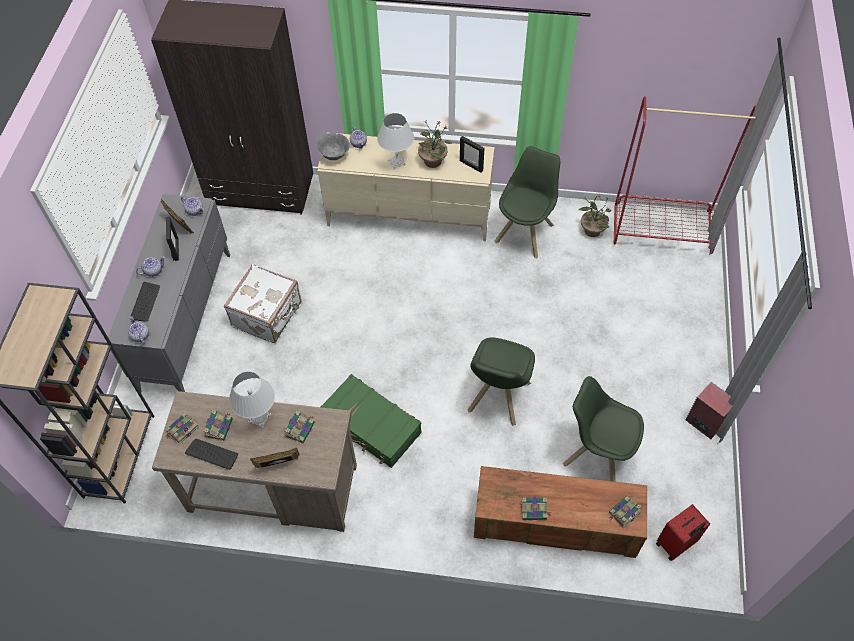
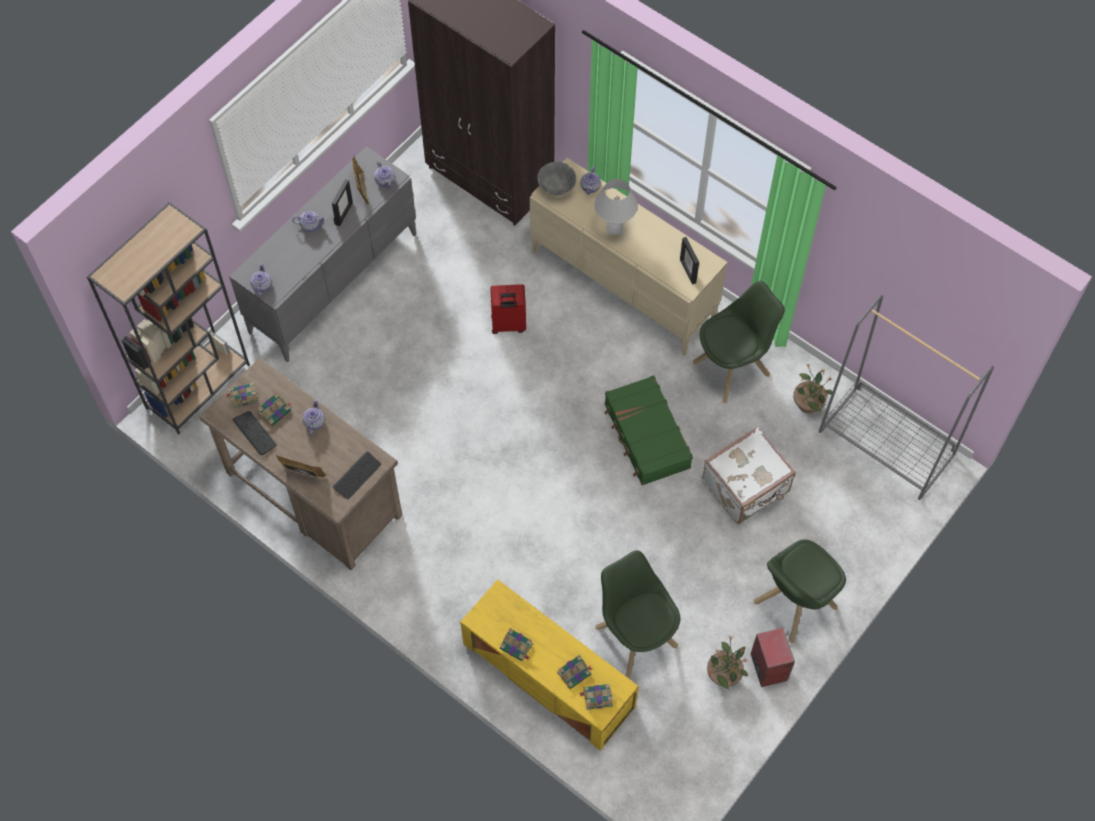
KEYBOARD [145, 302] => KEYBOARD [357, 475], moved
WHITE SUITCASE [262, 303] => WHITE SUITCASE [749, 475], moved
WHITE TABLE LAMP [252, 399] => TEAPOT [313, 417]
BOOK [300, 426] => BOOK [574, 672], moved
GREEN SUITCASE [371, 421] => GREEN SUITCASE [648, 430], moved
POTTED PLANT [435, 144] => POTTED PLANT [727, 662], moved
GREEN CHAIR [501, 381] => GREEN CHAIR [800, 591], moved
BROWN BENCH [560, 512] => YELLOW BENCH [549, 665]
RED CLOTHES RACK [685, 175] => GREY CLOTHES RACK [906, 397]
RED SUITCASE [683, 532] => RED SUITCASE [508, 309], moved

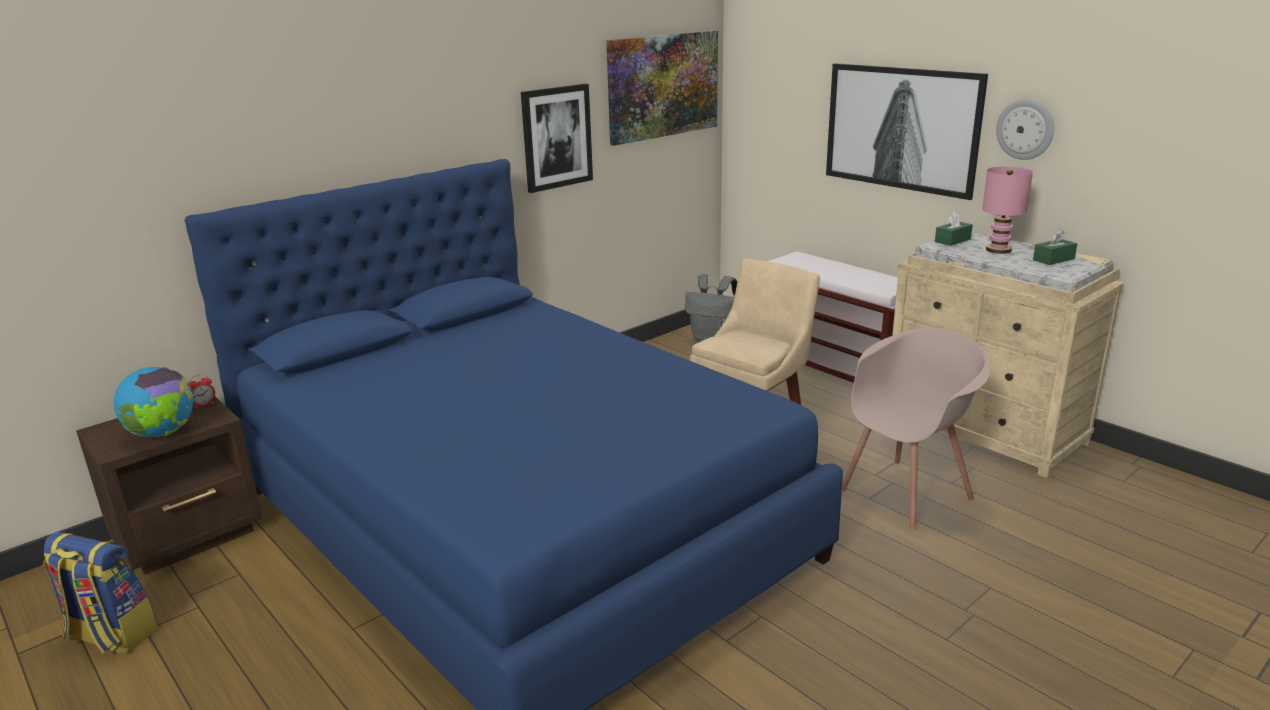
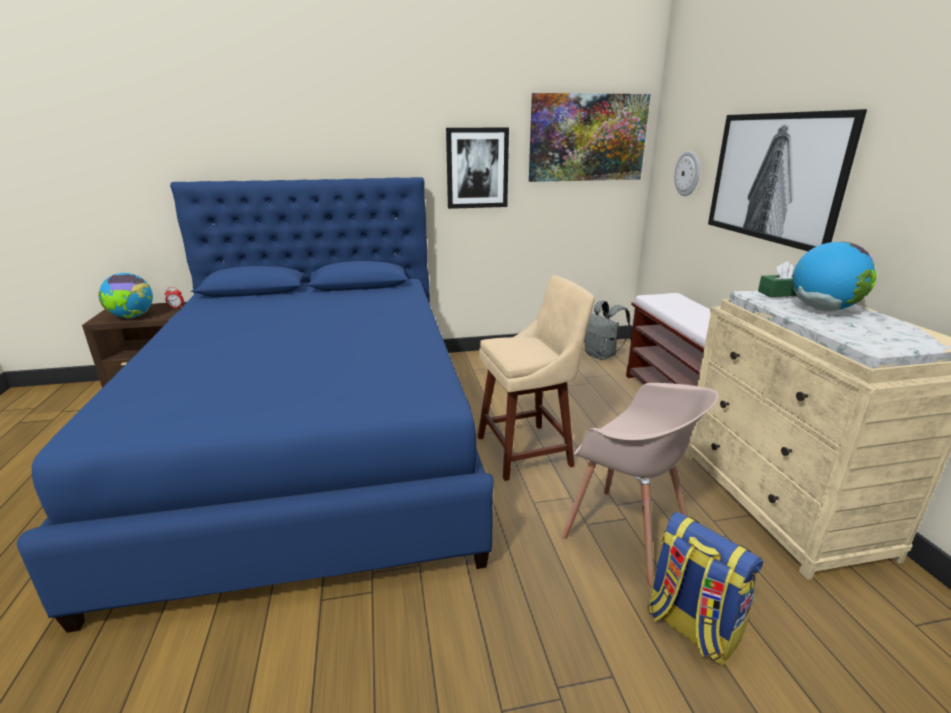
BACKPACK [100, 593] => BACKPACK [705, 589], moved
BEIGE CHAIR [916, 429] => BEIGE CHAIR [640, 484], 45 degrees clockwise
PINK TABLE LAMP [1007, 210] => GLOBE [835, 276]
WALL CLOCK [1025, 129] => WALL CLOCK [687, 173], moved
GREEN TISSUE BOX [1055, 247] => nothing

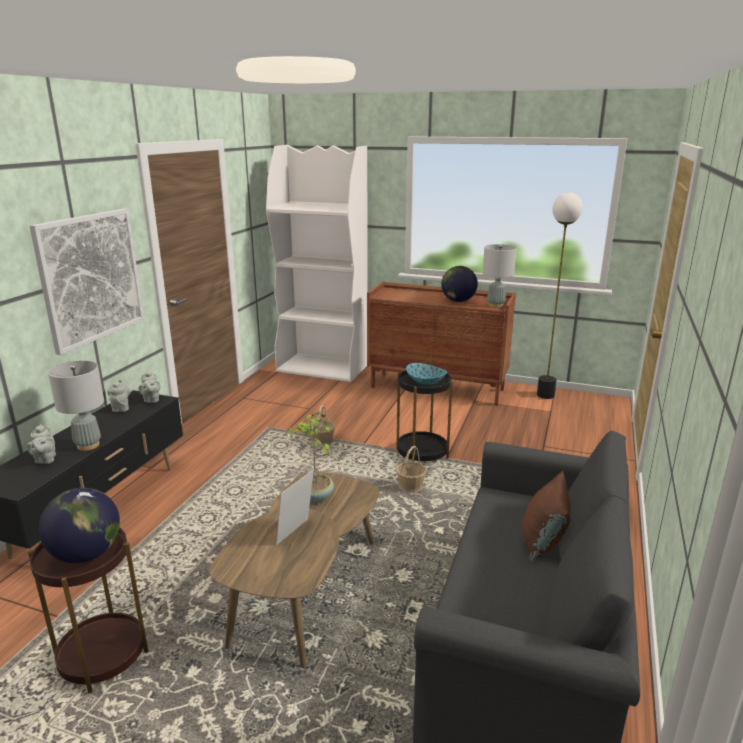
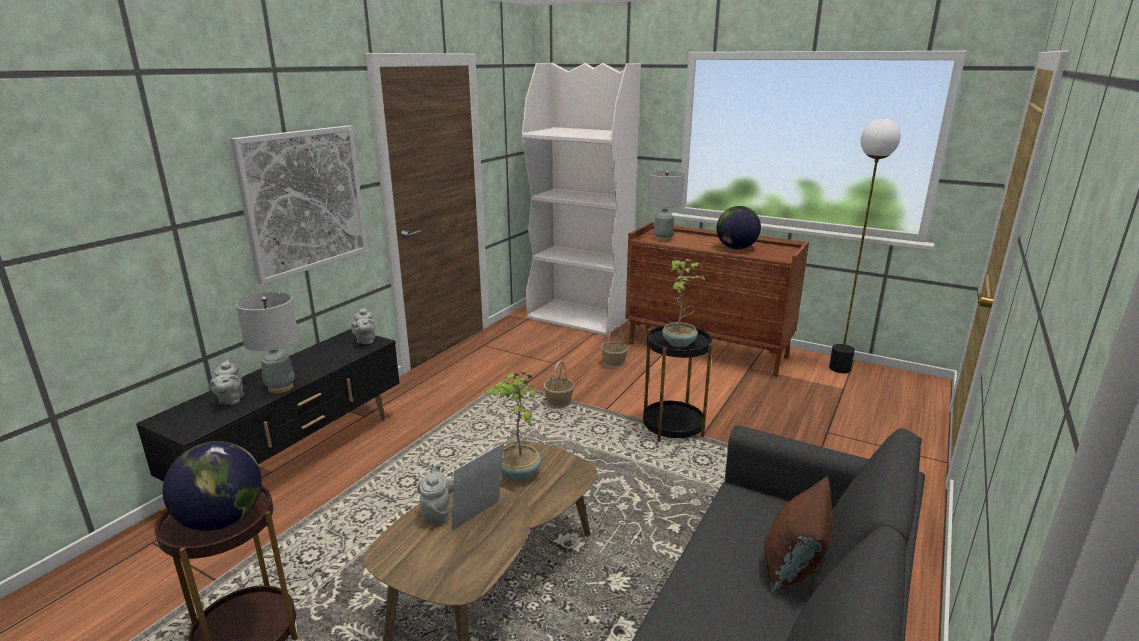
GREY TEAPOT [118, 395] => GREY TEAPOT [435, 493], moved
BASKET [411, 469] => BASKET [614, 347], moved
BOWL [426, 374] => POTTED PLANT [685, 303]
GREY TABLE LAMP [500, 276] => GREY TABLE LAMP [666, 206], moved

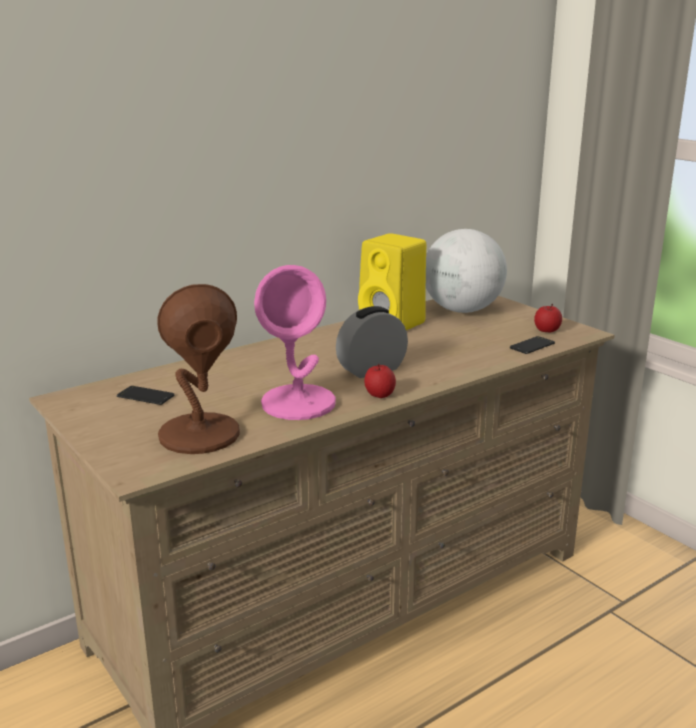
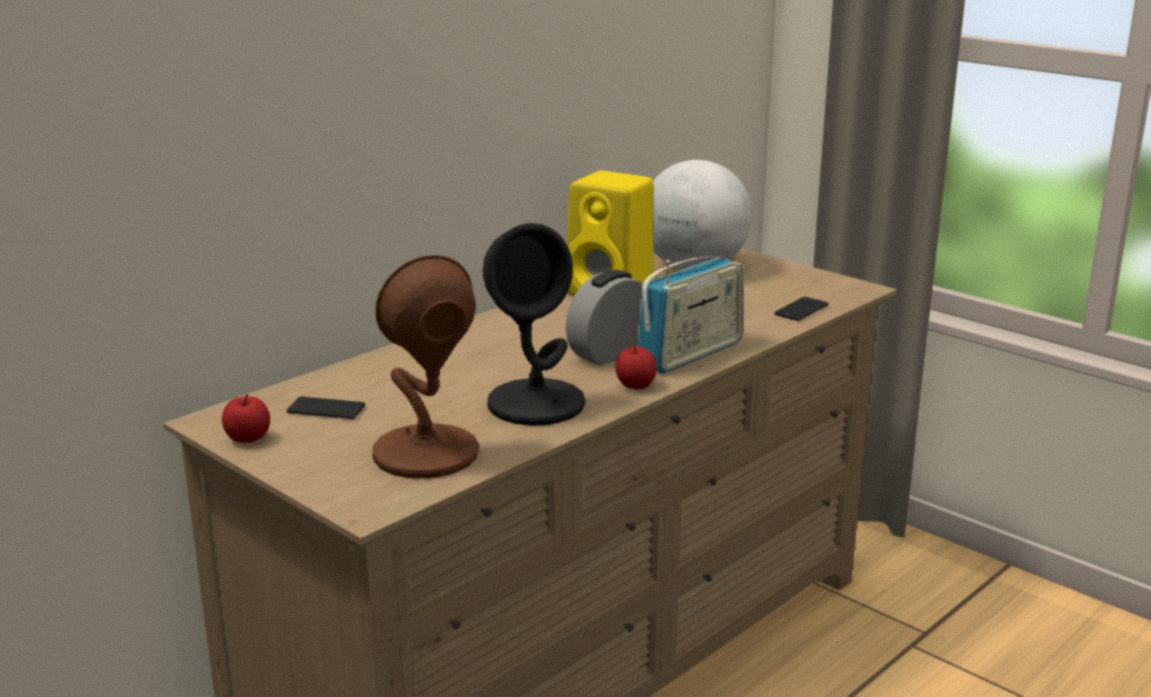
PINK TABLE LAMP [295, 342] => BLACK TABLE LAMP [534, 324]
APPLE [548, 318] => APPLE [246, 418], moved
nothing => RADIO [690, 315]

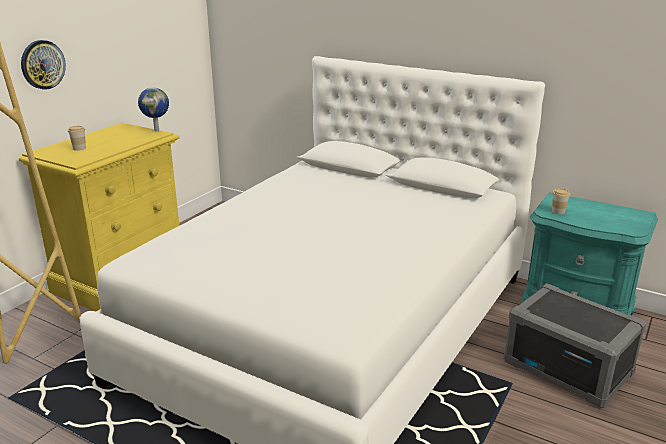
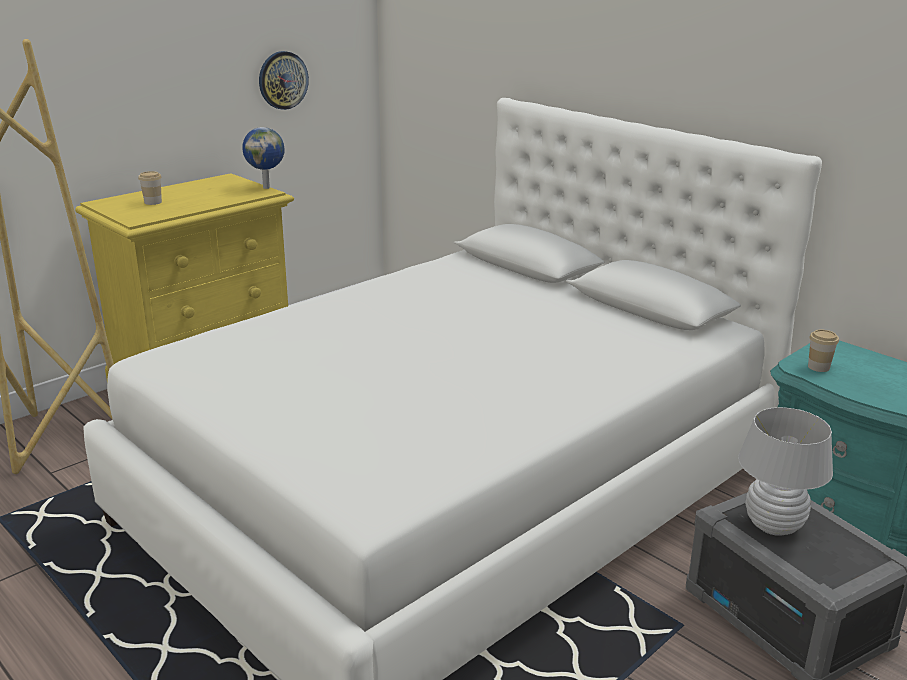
WALL CLOCK [43, 64] => WALL CLOCK [284, 80], moved
nothing => WHITE TABLE LAMP [785, 471]

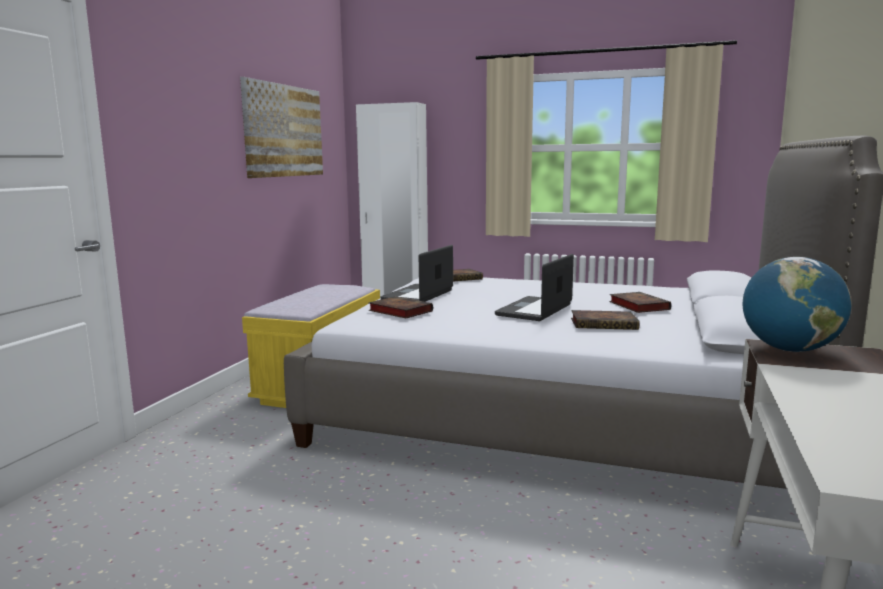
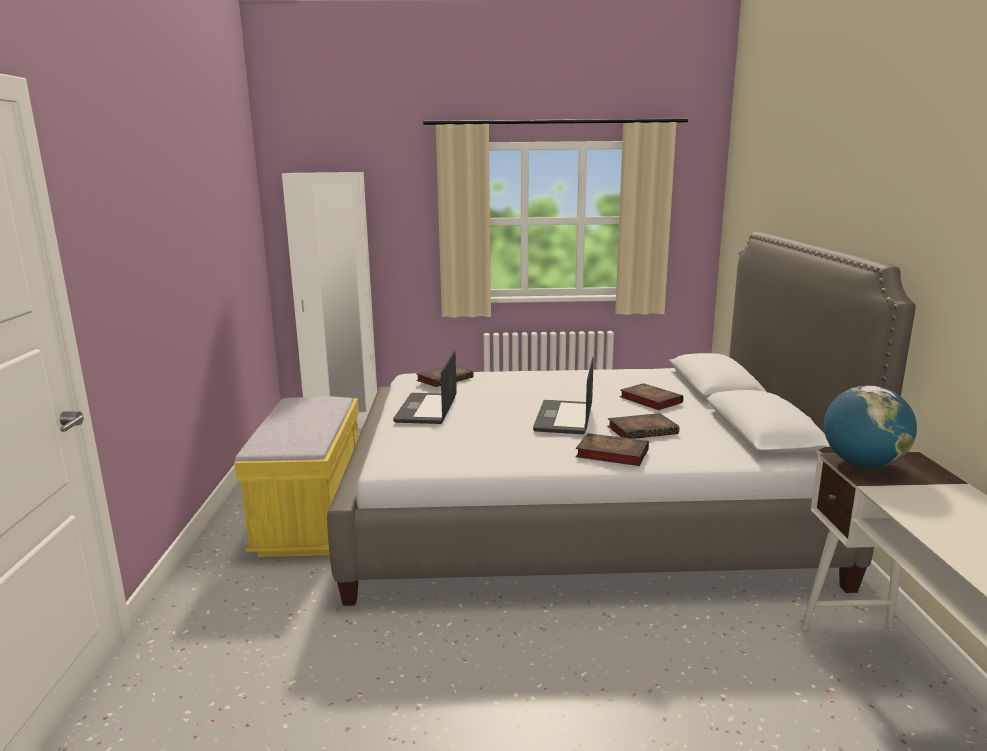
PICTURE [281, 127] => nothing
BOOK [401, 307] => BOOK [612, 449], moved

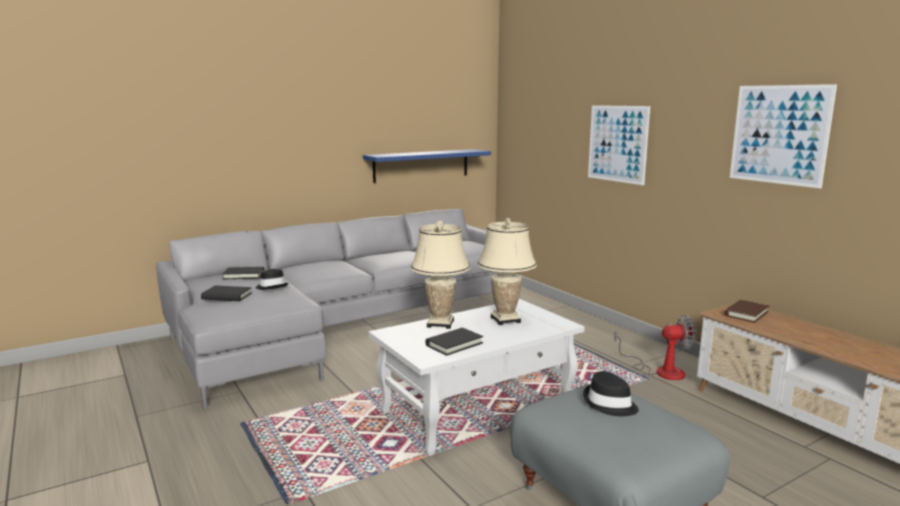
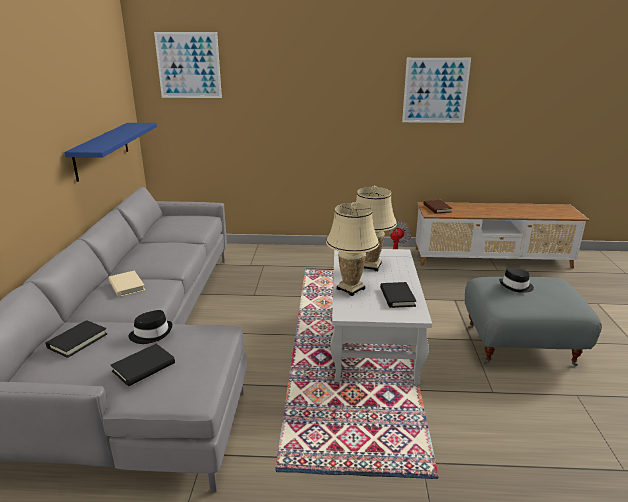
PICTURE [619, 145] => PICTURE [188, 65], moved
nothing => BEIGE BOOK [127, 284]

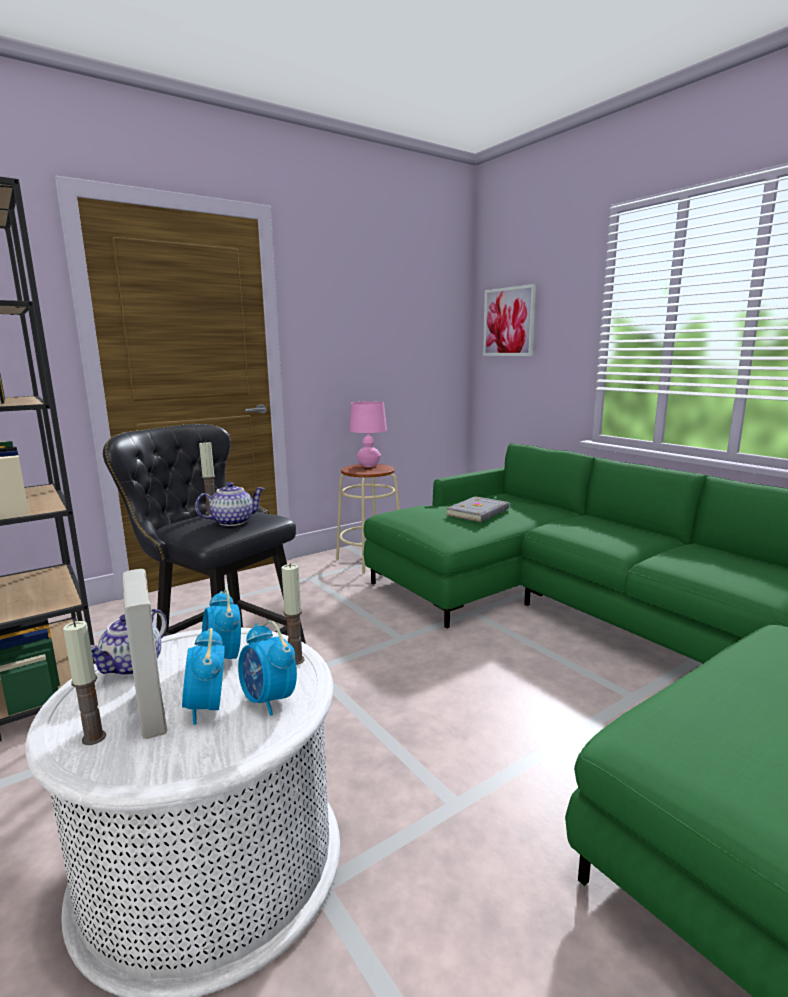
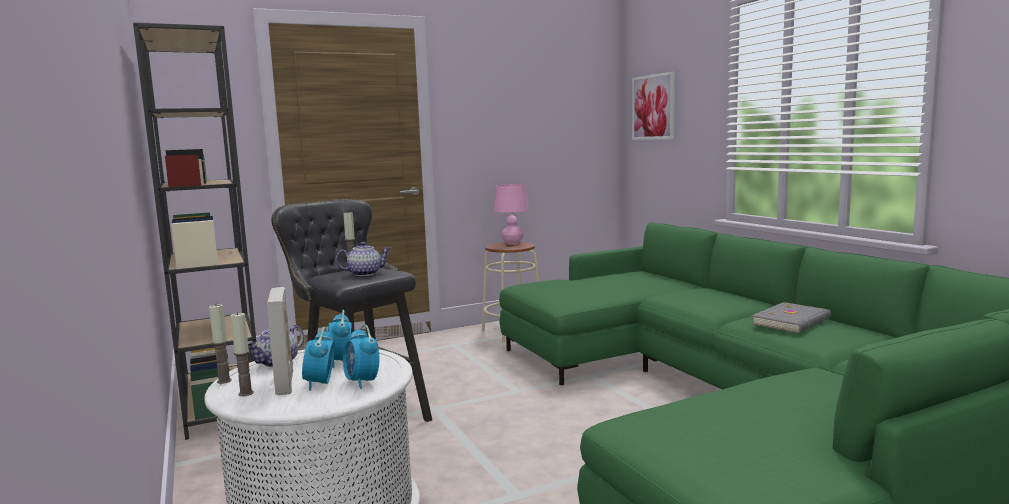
CANDLE [293, 614] => CANDLE [220, 344], moved
GREY BOOK [478, 509] => GREY BOOK [791, 317], moved

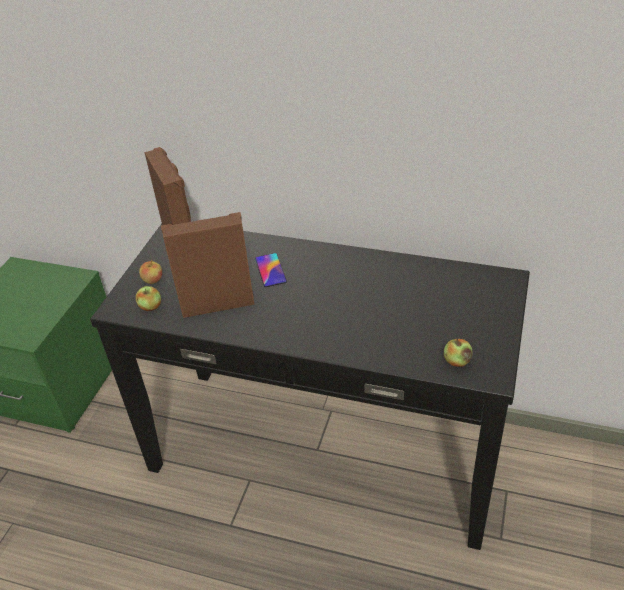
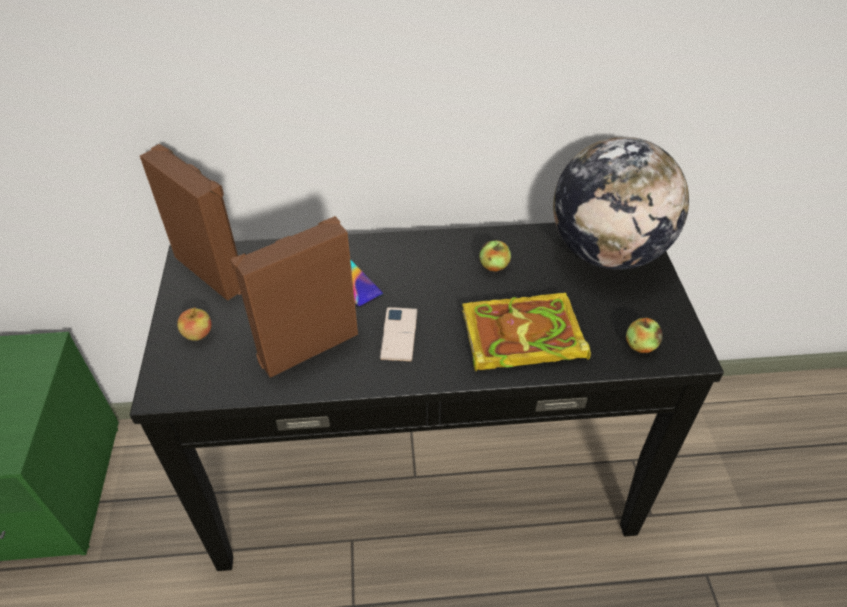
APPLE [148, 298] => APPLE [495, 256], moved
nothing => PHONE [398, 334]
nothing => BOOK [526, 332]
nothing => GLOBE [621, 203]

